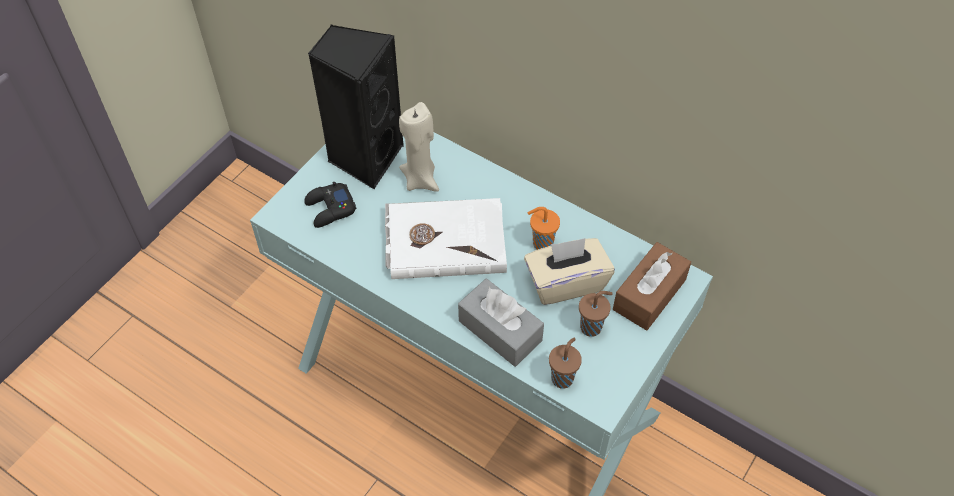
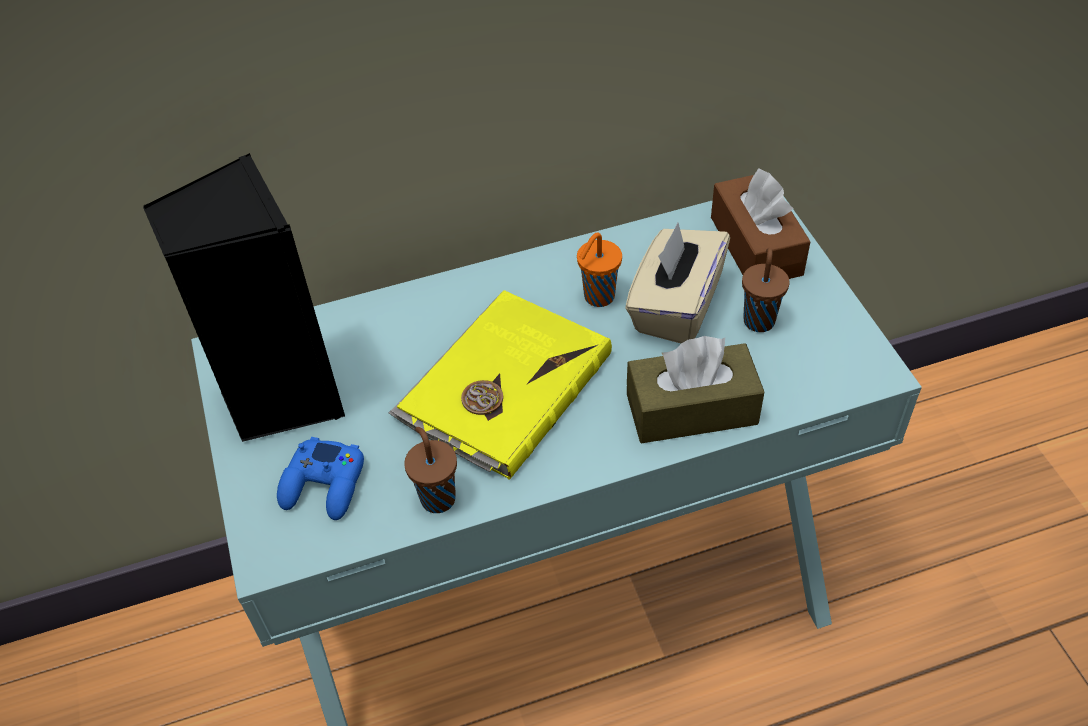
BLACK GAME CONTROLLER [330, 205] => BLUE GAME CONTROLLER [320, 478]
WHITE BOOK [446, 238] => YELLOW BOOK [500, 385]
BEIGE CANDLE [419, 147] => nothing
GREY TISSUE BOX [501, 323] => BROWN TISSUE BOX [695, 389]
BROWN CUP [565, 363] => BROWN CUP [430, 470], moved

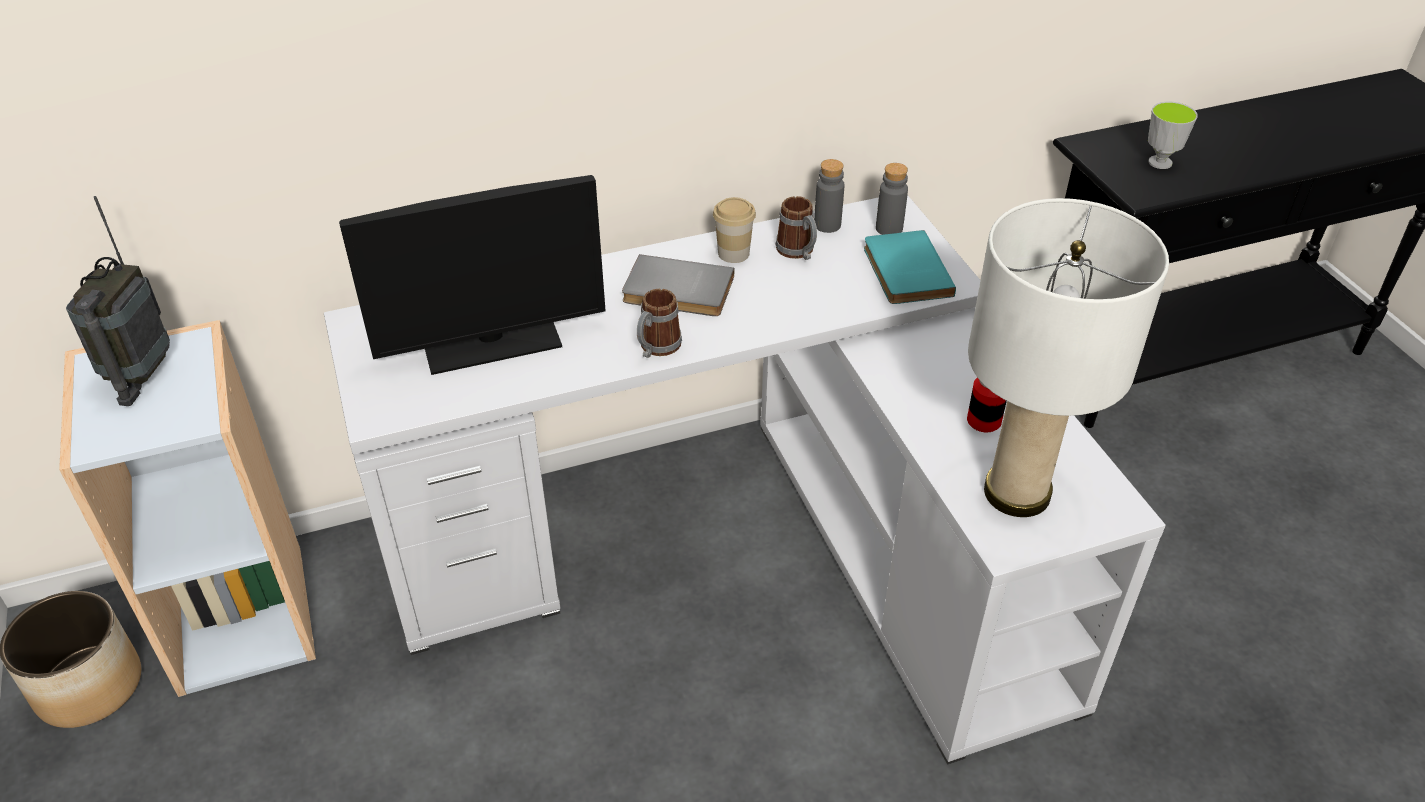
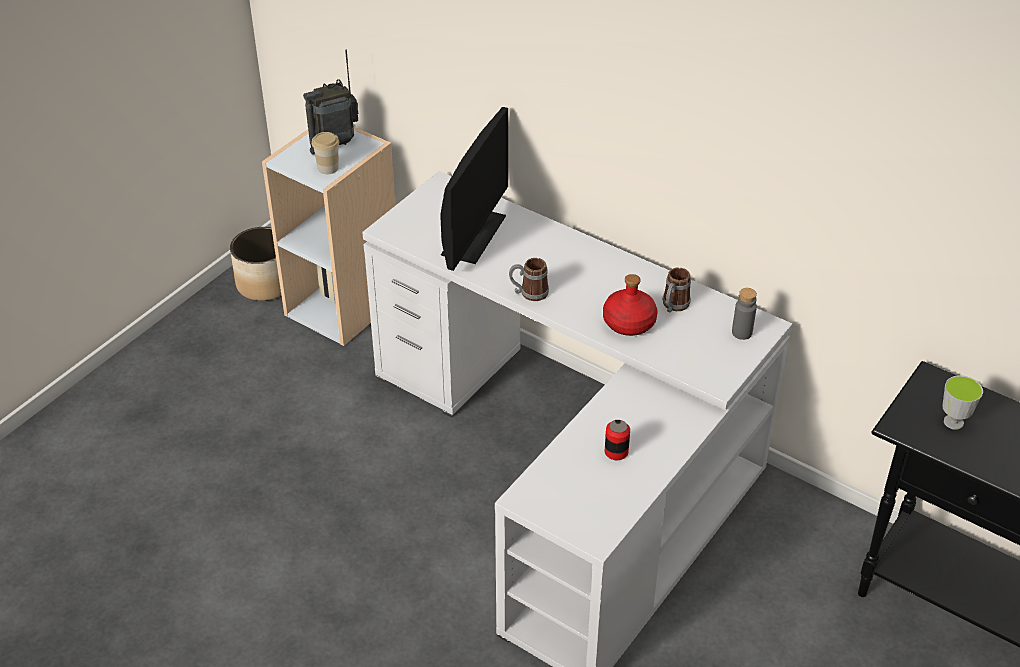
MONITOR [472, 275] => MONITOR [474, 189], 105 degrees counterclockwise
GREY BOOK [678, 285] => nothing
CUP [734, 230] => CUP [325, 153], moved
GREY BOTTLE [829, 196] => nothing
TURQUOISE BOOK [910, 267] => nothing
WHITE TABLE LAMP [1068, 357] => nothing
nothing => RED BOTTLE [630, 305]

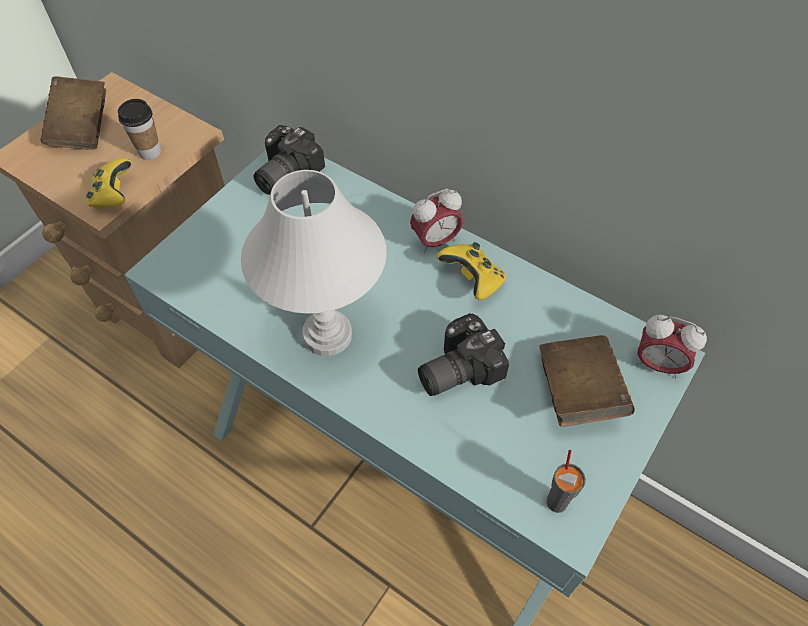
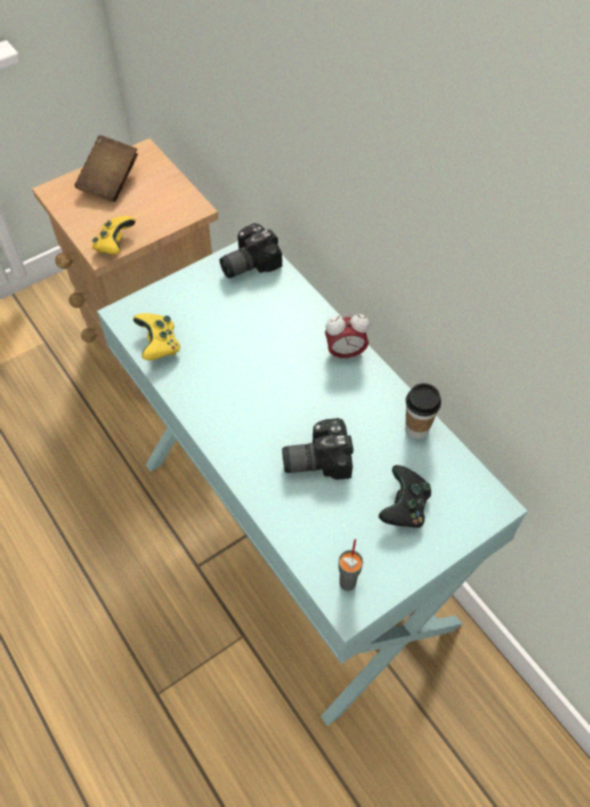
CUP [139, 129] => CUP [423, 411], moved
WHITE TABLE LAMP [314, 263] => nothing
YELLOW GAME CONTROLLER [472, 271] => YELLOW GAME CONTROLLER [156, 336], moved
BROWN BOOK [587, 381] => BLACK GAME CONTROLLER [405, 496]
ALARM CLOCK [671, 346] => nothing

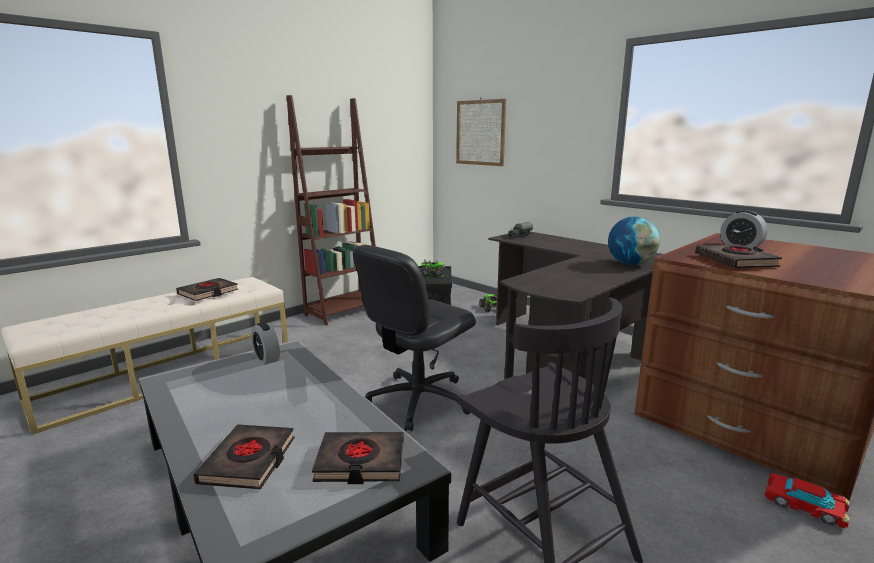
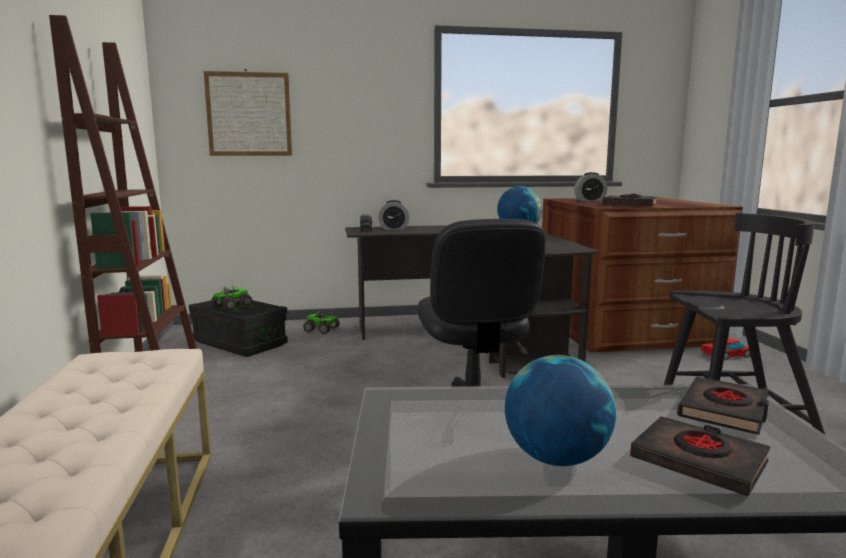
BLACK BOOK [207, 289] => nothing
ALARM CLOCK [265, 343] => ALARM CLOCK [393, 215], moved
nothing => GLOBE [560, 410]

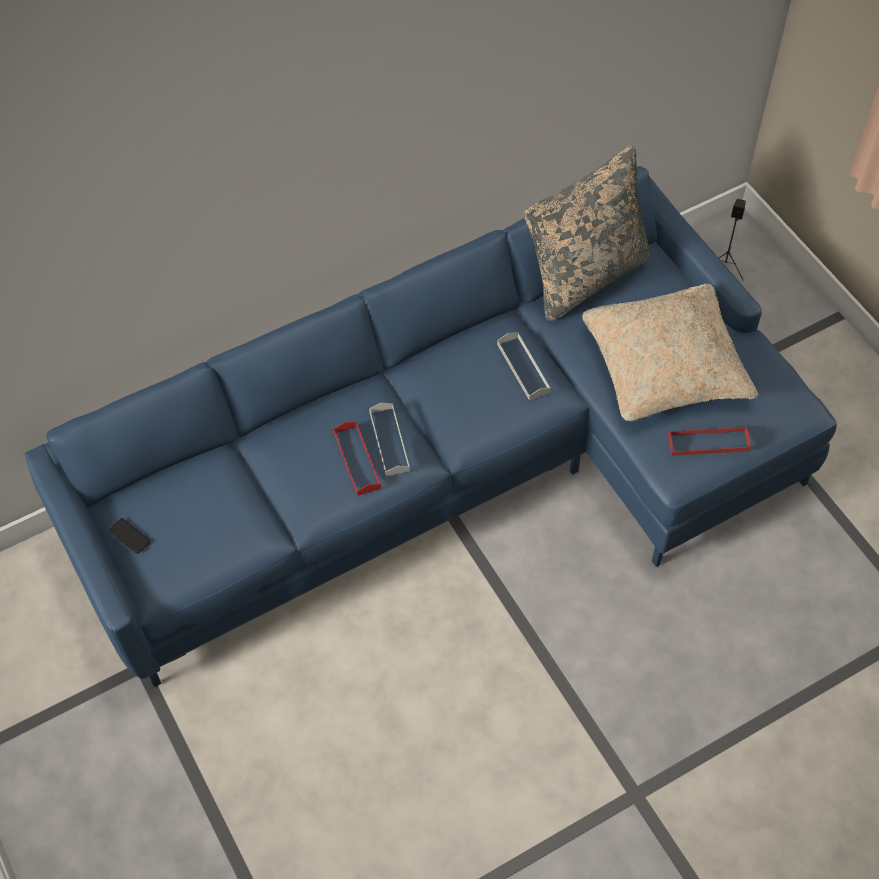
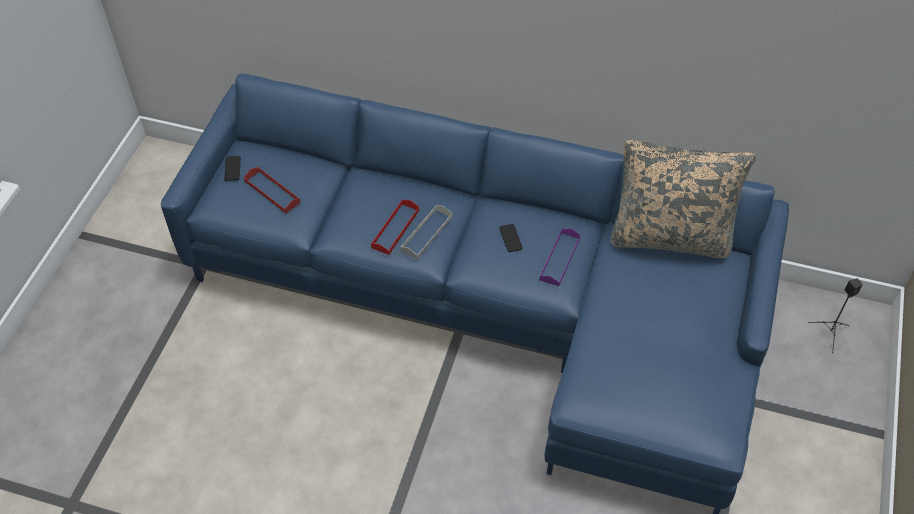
GREY TRAY [524, 366] => PURPLE TRAY [560, 257]
BEIGE PILLOW [670, 353] => nothing
RED TRAY [709, 441] => RED TRAY [272, 190], moved
nothing => PHONE [511, 238]

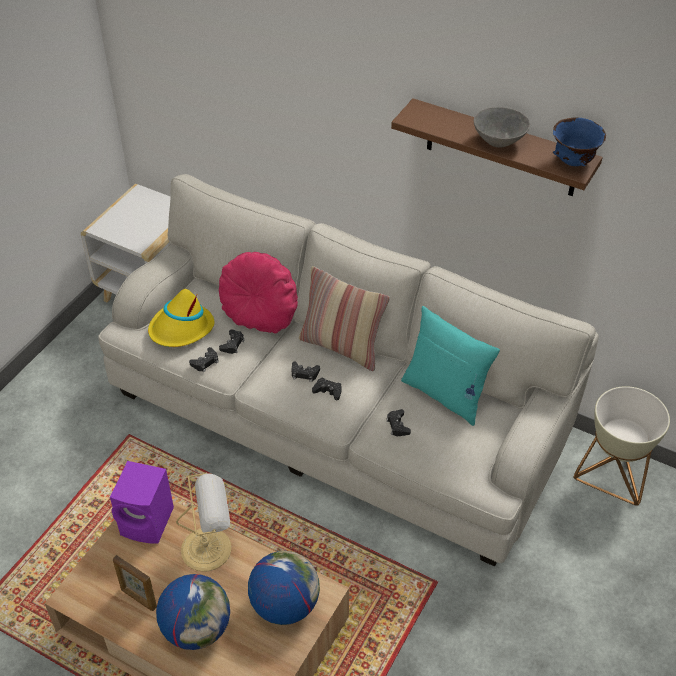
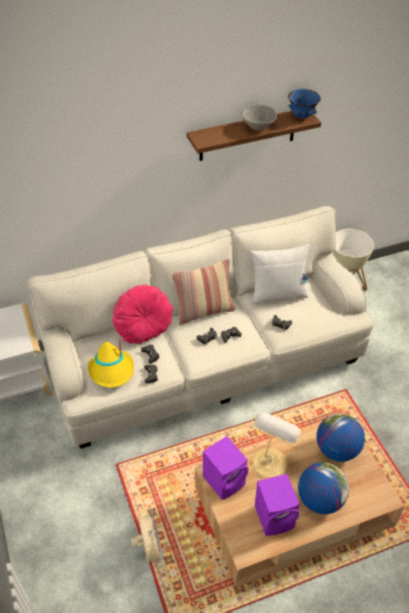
PICTURE FRAME [135, 583] => PURPLE SPEAKER [277, 505]
TURQUOISE PILLOW [450, 366] => GREY PILLOW [280, 274]
nothing => BEIGE FAN [147, 537]

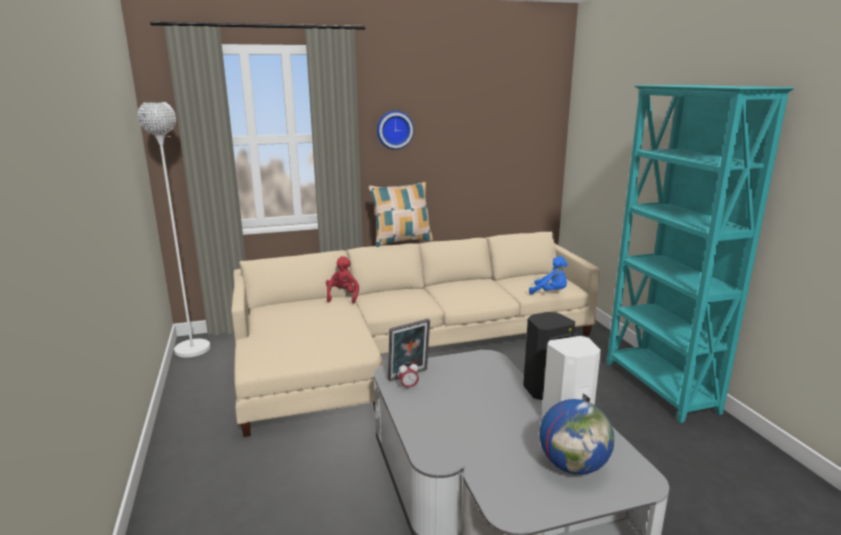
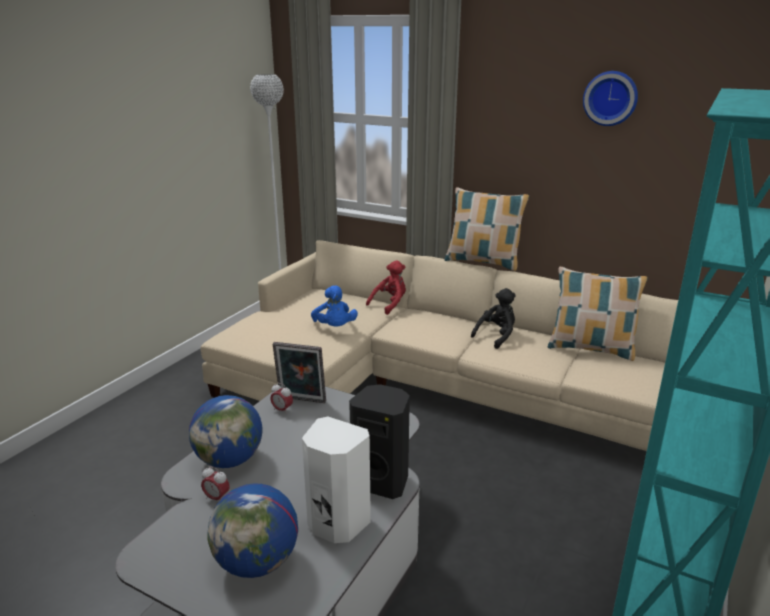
WALL CLOCK [395, 130] => WALL CLOCK [610, 98], moved
BLUE PLUSH TOY [548, 275] => BLUE PLUSH TOY [334, 306], moved
nothing => GLOBE [226, 431]
nothing => ALARM CLOCK [215, 483]
nothing => BLACK PLUSH TOY [493, 318]
nothing => PILLOW [598, 314]

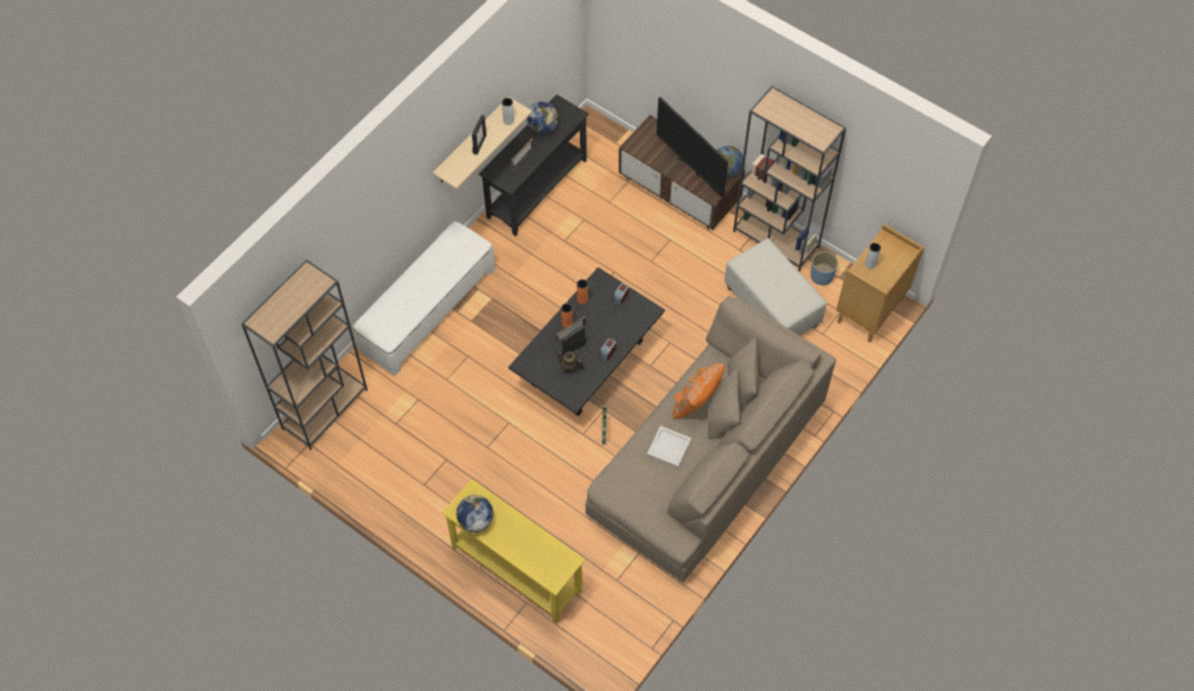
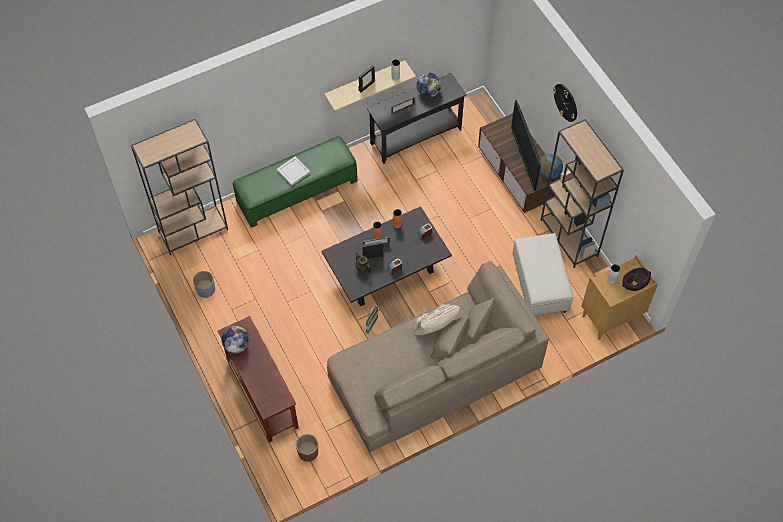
WHITE BENCH [424, 298] => GREEN BENCH [295, 182]
YELLOW CONSOLE TABLE [513, 551] => BROWN CONSOLE TABLE [258, 379]
WHITE TRAY [669, 447] => WHITE TRAY [293, 171], moved
ORANGE PILLOW [698, 391] => BEIGE PILLOW [436, 319]
BLUE PLANTER [824, 268] => BLUE PLANTER [204, 284], moved
nothing => BROWN PLANTER [307, 448]
nothing => WALL CLOCK [565, 103]
nothing => BLACK BOWL [636, 279]

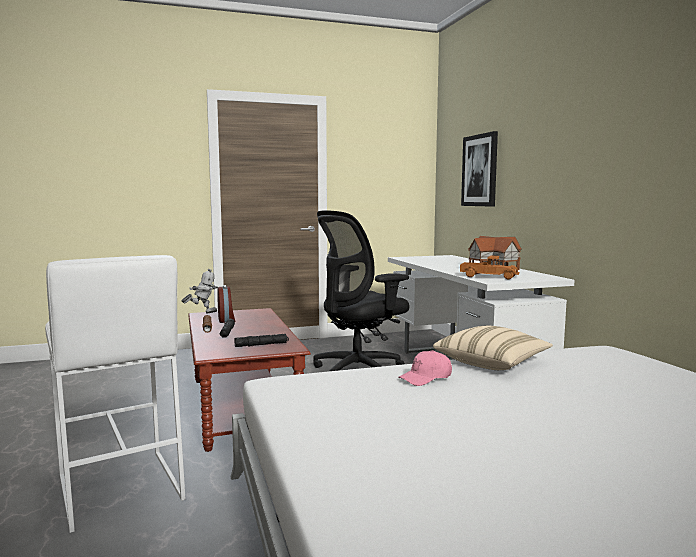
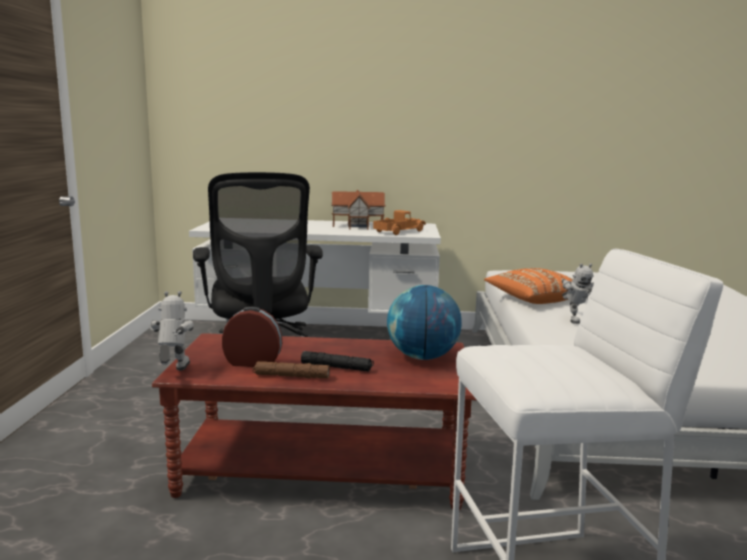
BLACK FLASHLIGHT [261, 340] => GLOBE [424, 322]
PINK CAP [425, 368] => TOY ROBOT [577, 293]
BEIGE PILLOW [493, 348] => ORANGE PILLOW [528, 286]
PICTURE [479, 169] => nothing

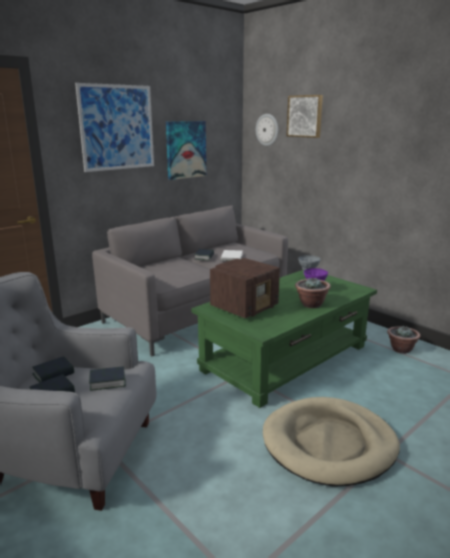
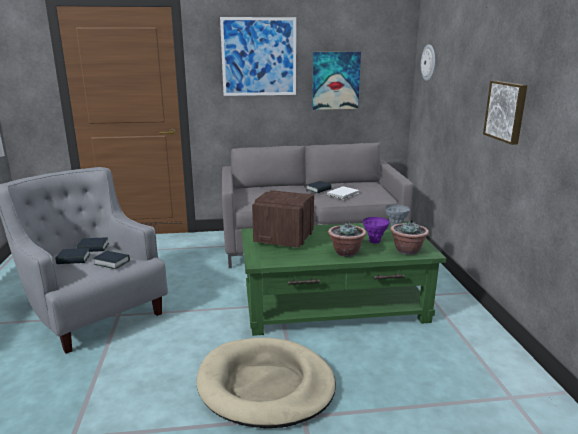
RADIO [245, 288] => RADIO [283, 219], 120 degrees clockwise
PICTURE [305, 116] => PICTURE [505, 113], moved
POTTED PLANT [403, 340] => POTTED PLANT [409, 238], moved

